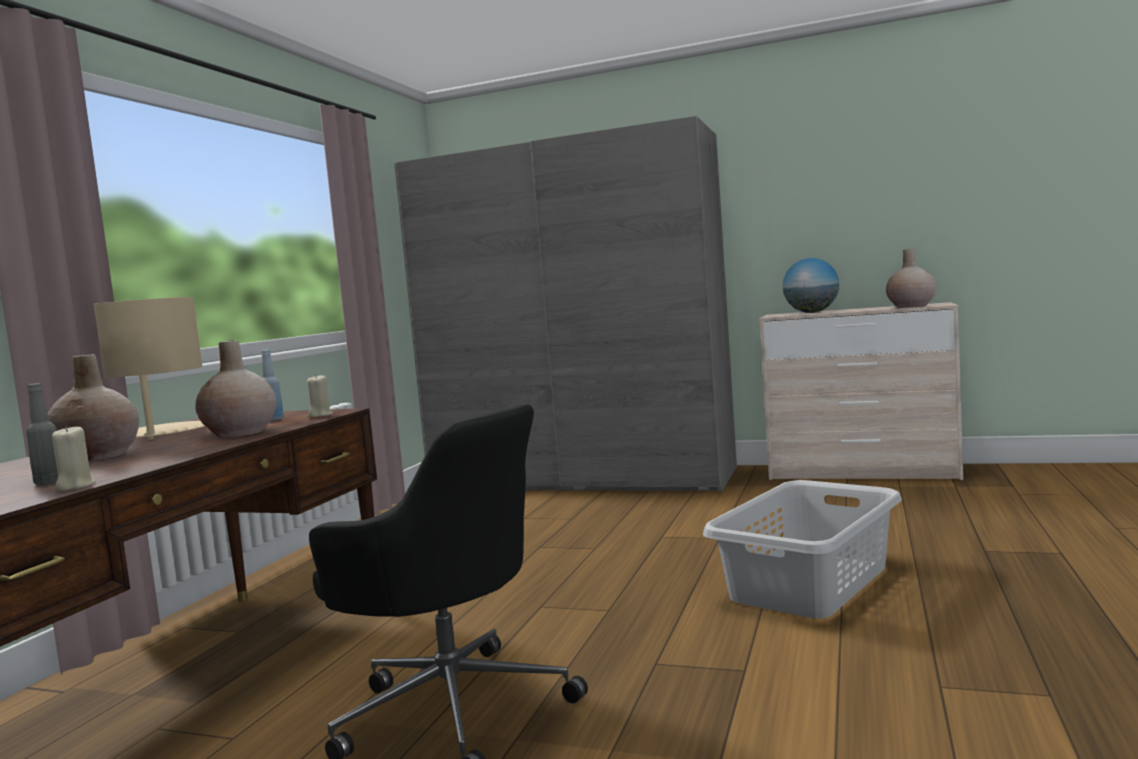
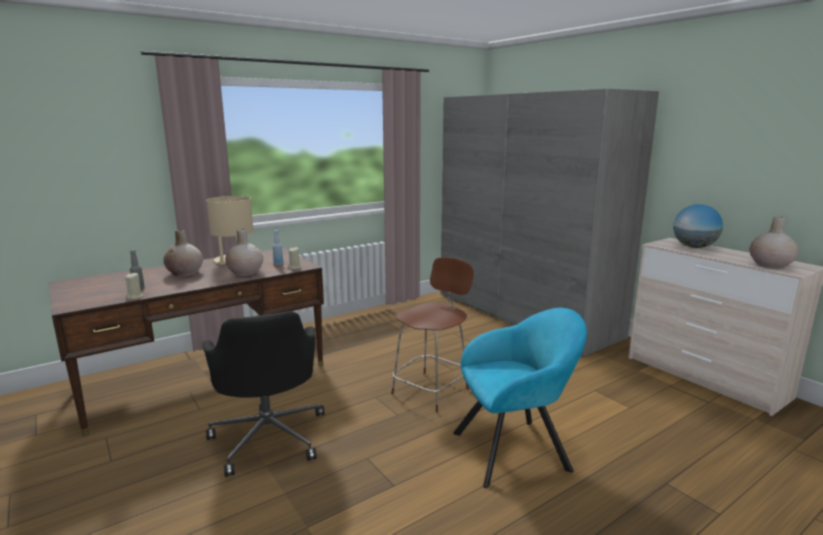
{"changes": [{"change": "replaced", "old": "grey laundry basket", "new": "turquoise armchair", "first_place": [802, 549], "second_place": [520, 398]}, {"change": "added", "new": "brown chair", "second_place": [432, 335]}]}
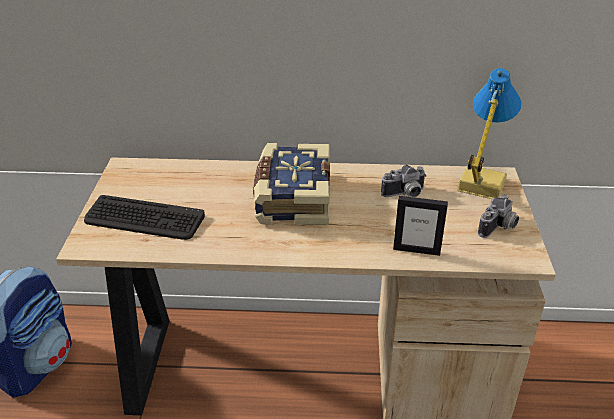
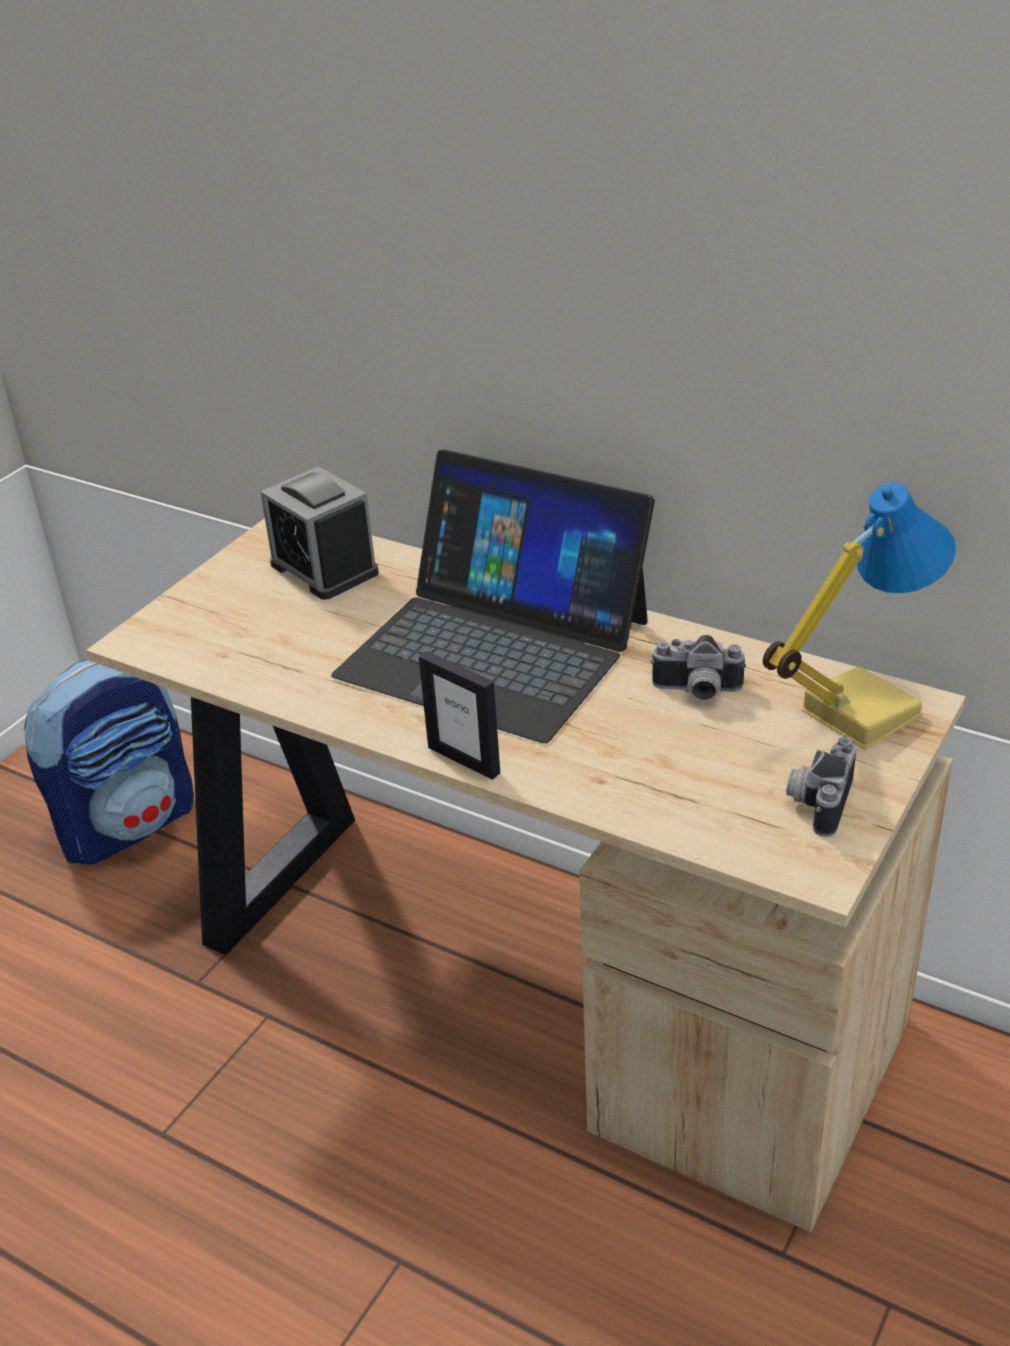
{"changes": [{"change": "removed", "old": "keyboard", "first_place": [144, 217]}, {"change": "replaced", "old": "book", "new": "laptop", "first_place": [291, 184], "second_place": [493, 596]}, {"change": "moved", "old": "picture frame", "first_place": [420, 226], "second_place": [459, 715]}, {"change": "turned", "old": "photo camera", "first_place": [498, 216], "second_place": [821, 787], "degrees": 135}, {"change": "added", "new": "alarm clock", "second_place": [319, 533]}]}
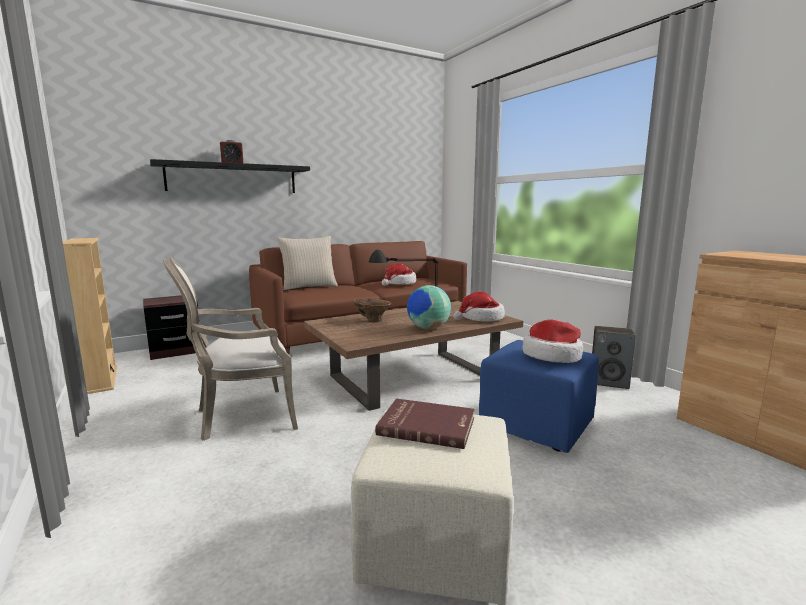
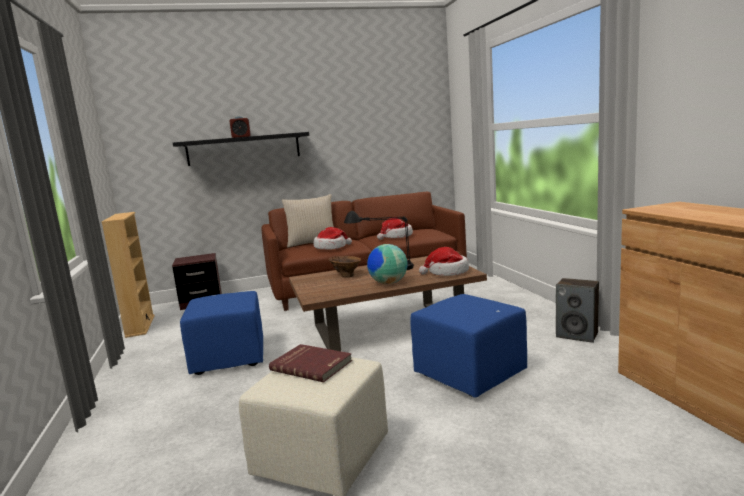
{"changes": [{"change": "replaced", "old": "armchair", "new": "blue ottoman", "first_place": [230, 349], "second_place": [221, 333]}, {"change": "moved", "old": "hat", "first_place": [552, 341], "second_place": [332, 238]}]}
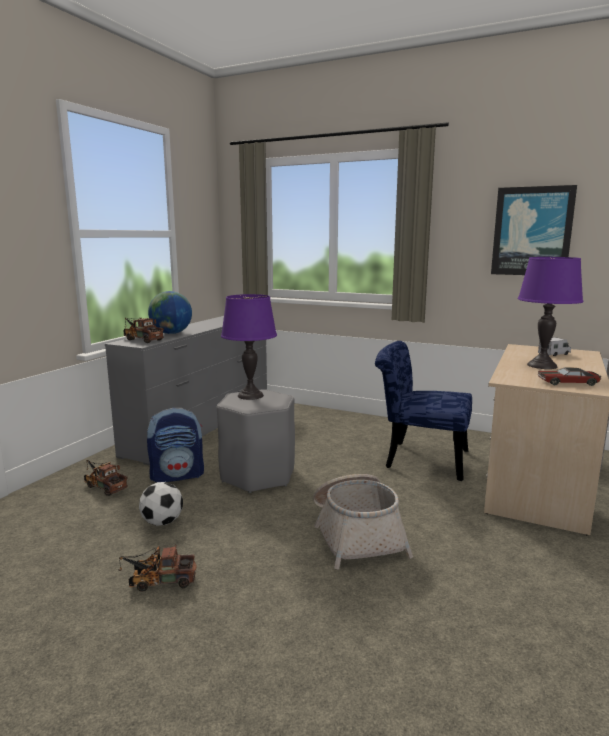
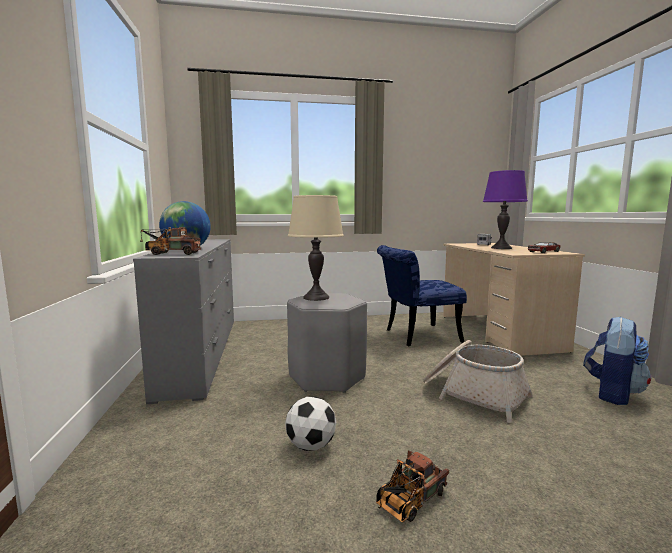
{"changes": [{"change": "removed", "old": "toy truck", "first_place": [106, 478]}, {"change": "moved", "old": "backpack", "first_place": [175, 445], "second_place": [617, 360]}, {"change": "recoloured", "old": "purple table lamp", "new": "beige table lamp", "first_place": [249, 347], "second_place": [316, 248]}, {"change": "removed", "old": "picture", "first_place": [534, 230]}]}
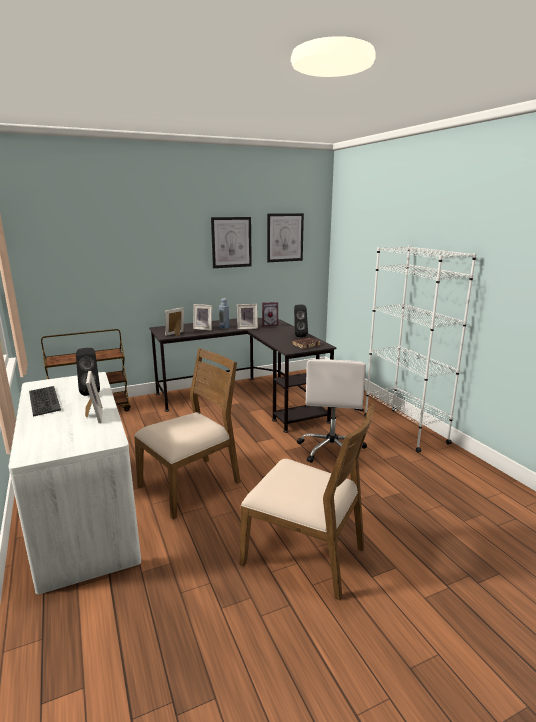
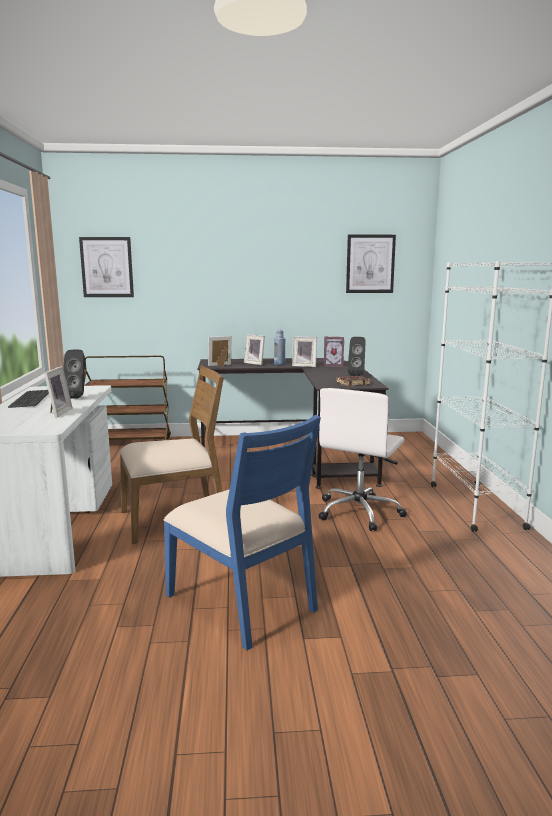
{"changes": [{"change": "moved", "old": "picture", "first_place": [231, 242], "second_place": [106, 267]}, {"change": "recoloured", "old": "brown chair", "new": "blue chair", "first_place": [308, 501], "second_place": [242, 532]}]}
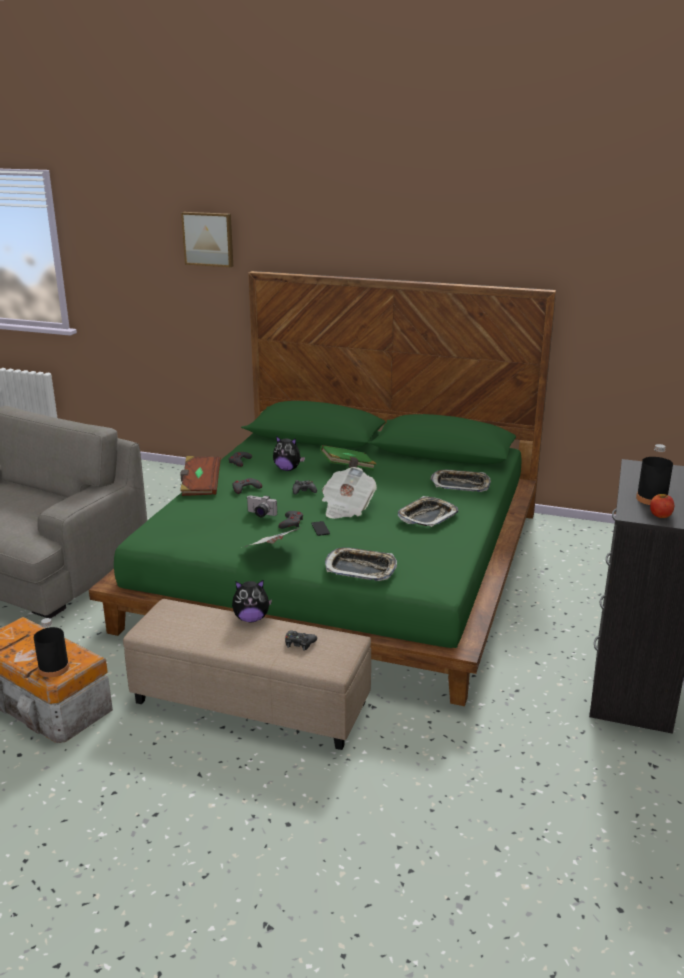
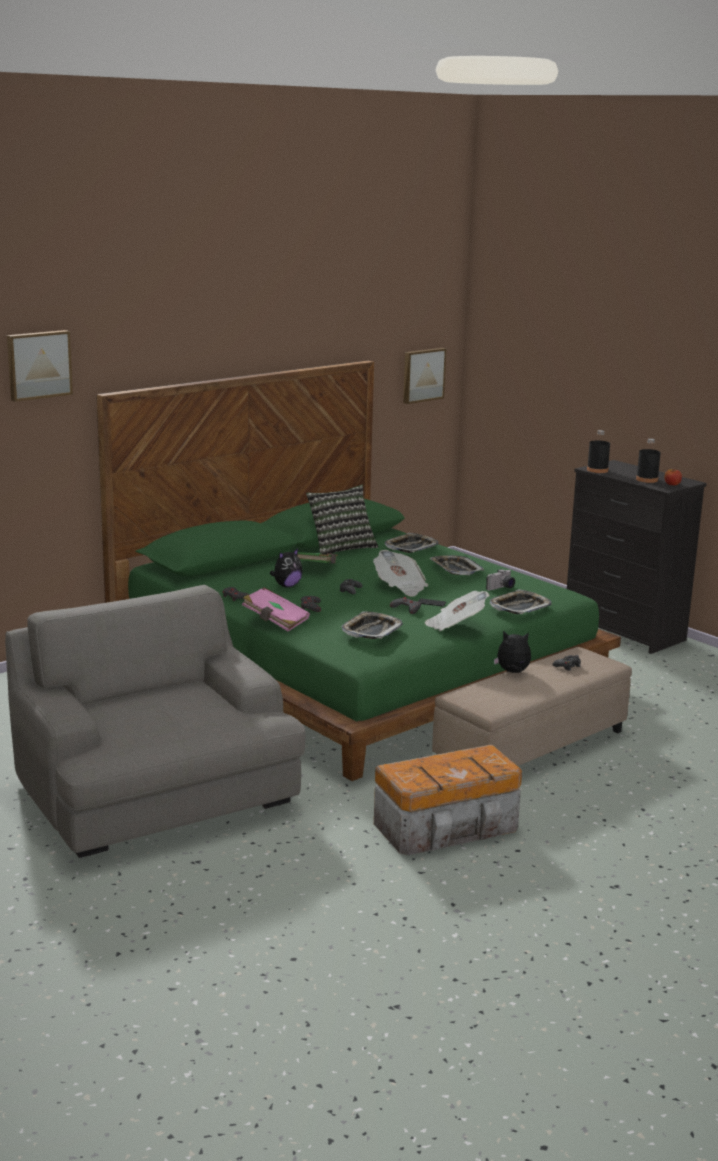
{"changes": [{"change": "moved", "old": "black bottle", "first_place": [51, 647], "second_place": [598, 451]}, {"change": "recoloured", "old": "brown book", "new": "pink book", "first_place": [200, 476], "second_place": [276, 609]}, {"change": "turned", "old": "plush toy", "first_place": [252, 601], "second_place": [512, 651], "degrees": -105}, {"change": "moved", "old": "photo camera", "first_place": [262, 506], "second_place": [500, 579]}, {"change": "added", "new": "pillow", "second_place": [342, 519]}, {"change": "added", "new": "tray", "second_place": [372, 625]}, {"change": "added", "new": "picture", "second_place": [424, 376]}]}
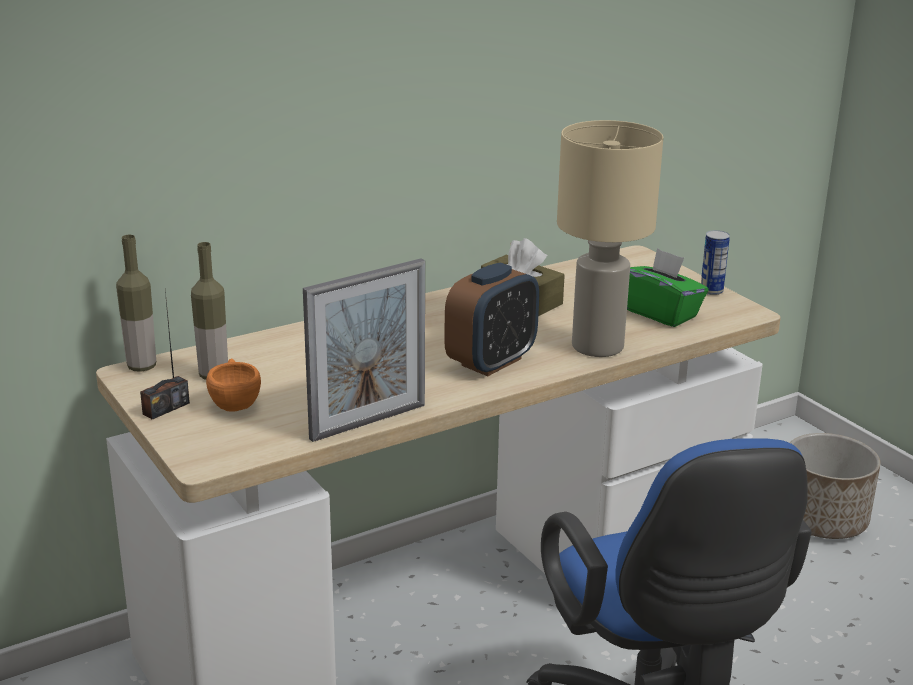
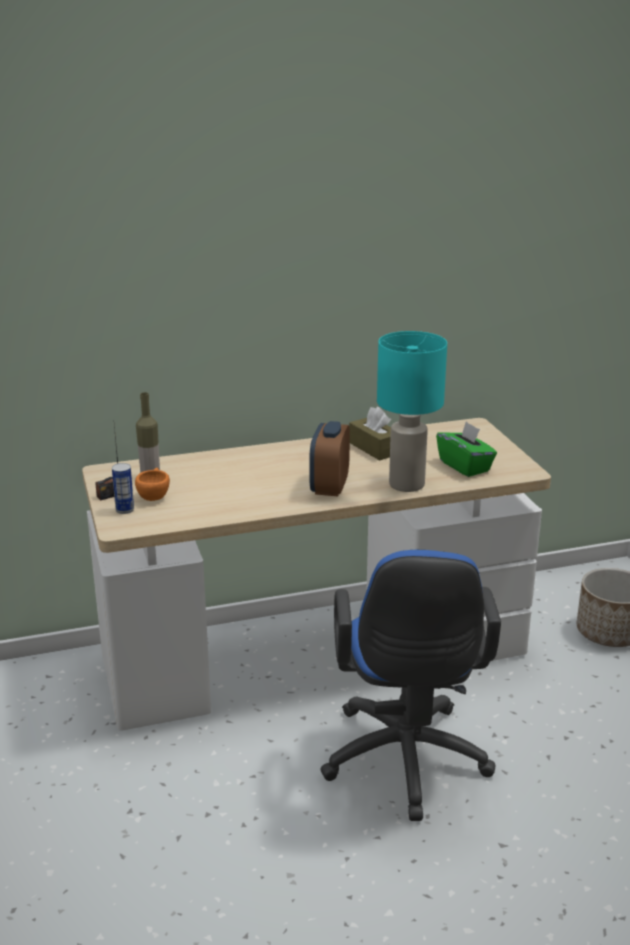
{"changes": [{"change": "removed", "old": "bottle", "first_place": [136, 303]}, {"change": "removed", "old": "picture frame", "first_place": [364, 350]}, {"change": "turned", "old": "alarm clock", "first_place": [491, 319], "second_place": [329, 458], "degrees": 135}, {"change": "recoloured", "old": "beige table lamp", "new": "turquoise table lamp", "first_place": [610, 238], "second_place": [412, 411]}, {"change": "moved", "old": "can", "first_place": [715, 262], "second_place": [123, 488]}]}
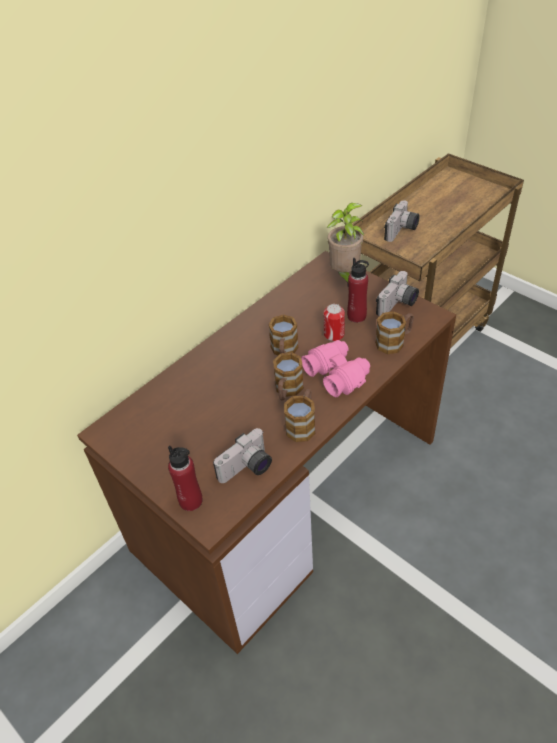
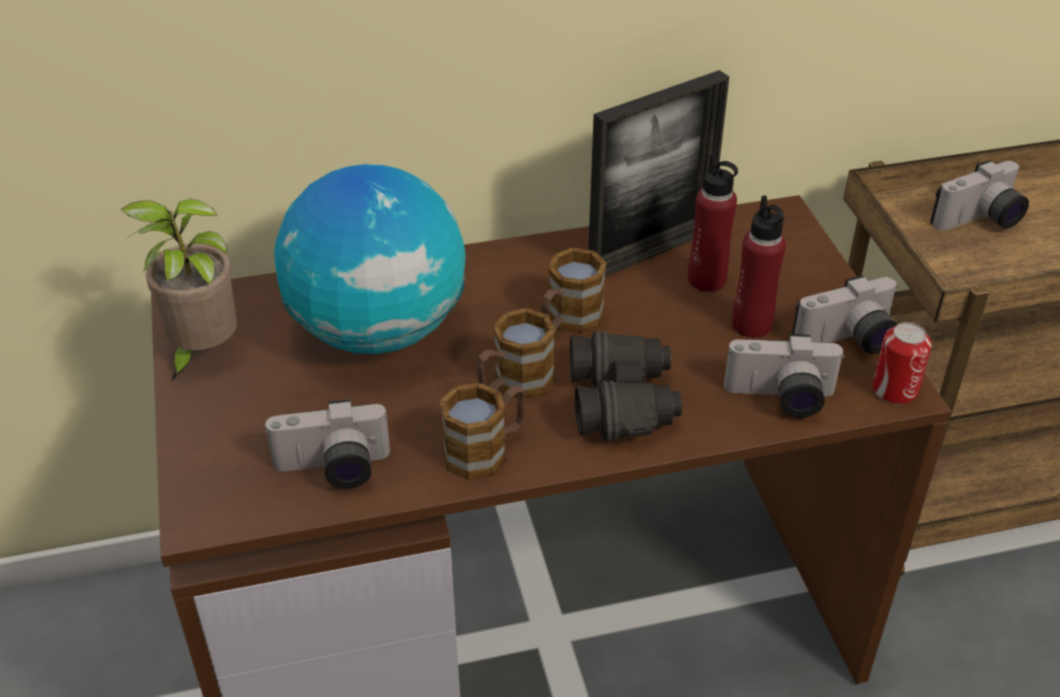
{"changes": [{"change": "moved", "old": "red bottle", "first_place": [185, 478], "second_place": [713, 223]}, {"change": "recoloured", "old": "pink binoculars", "new": "black binoculars", "first_place": [335, 368], "second_place": [626, 386]}, {"change": "moved", "old": "can", "first_place": [334, 322], "second_place": [902, 363]}, {"change": "moved", "old": "potted plant", "first_place": [345, 242], "second_place": [179, 290]}, {"change": "replaced", "old": "mug", "new": "photo camera", "first_place": [394, 332], "second_place": [784, 376]}, {"change": "added", "new": "globe", "second_place": [370, 259]}, {"change": "added", "new": "picture frame", "second_place": [658, 173]}]}
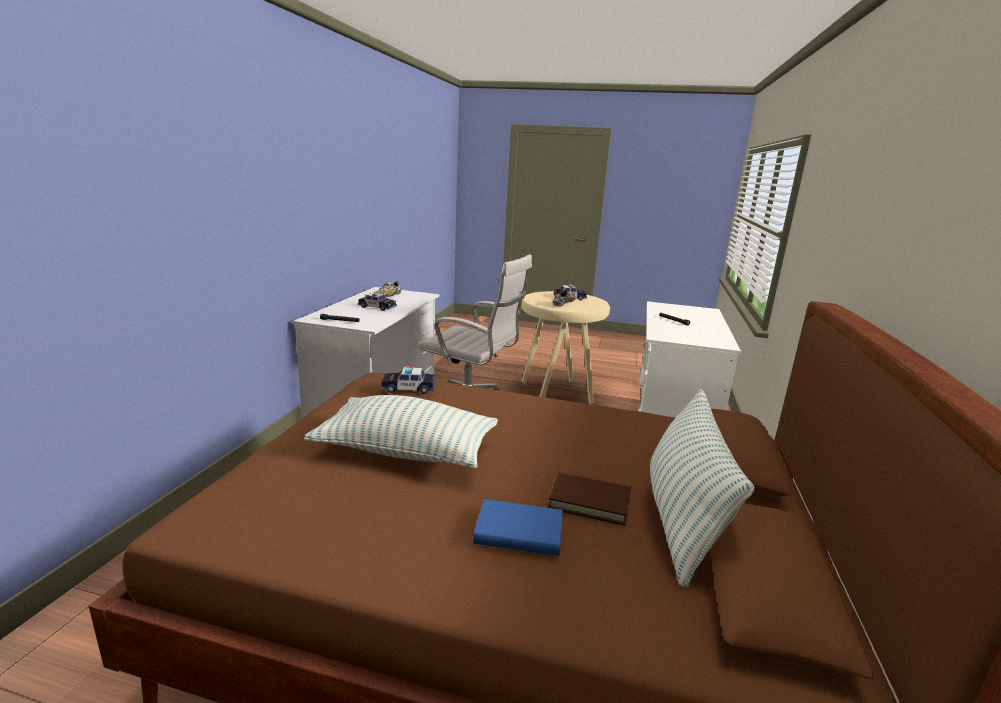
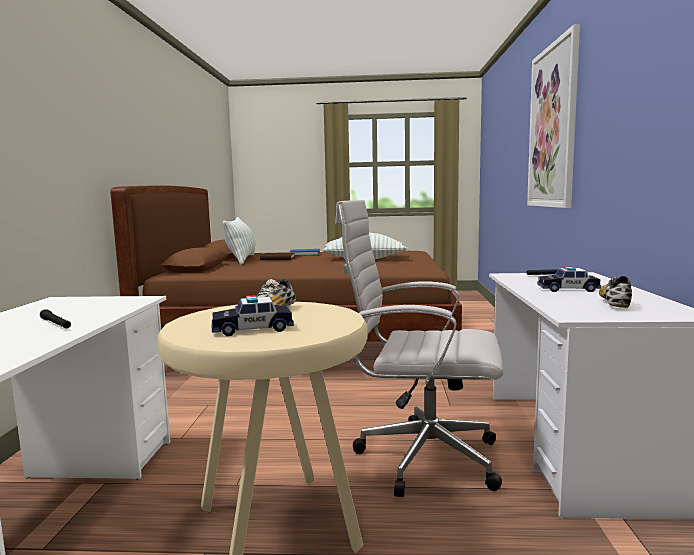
{"changes": [{"change": "removed", "old": "toy car", "first_place": [408, 380]}, {"change": "added", "new": "picture", "second_place": [553, 116]}]}
